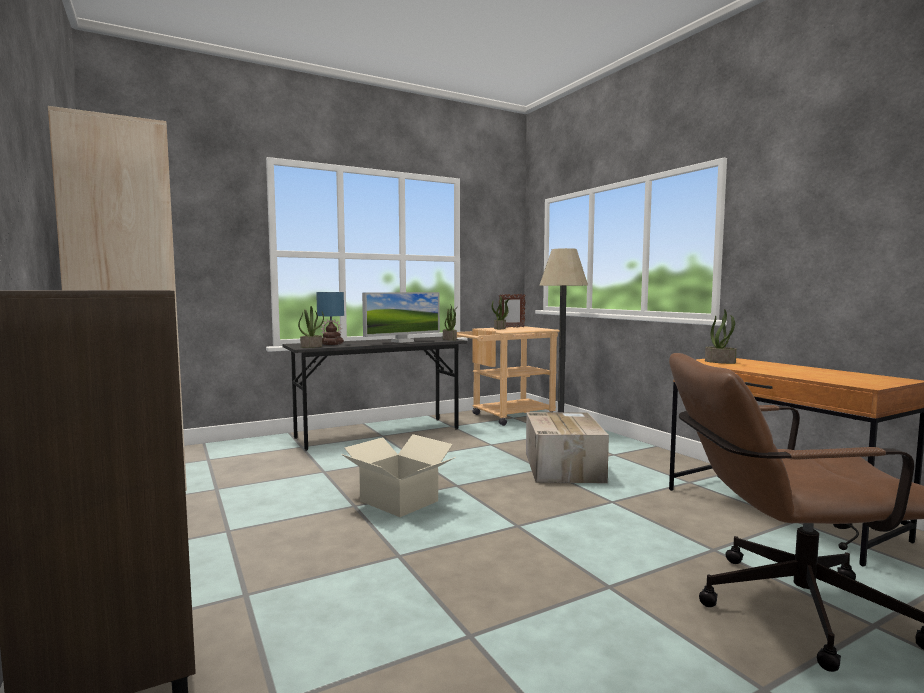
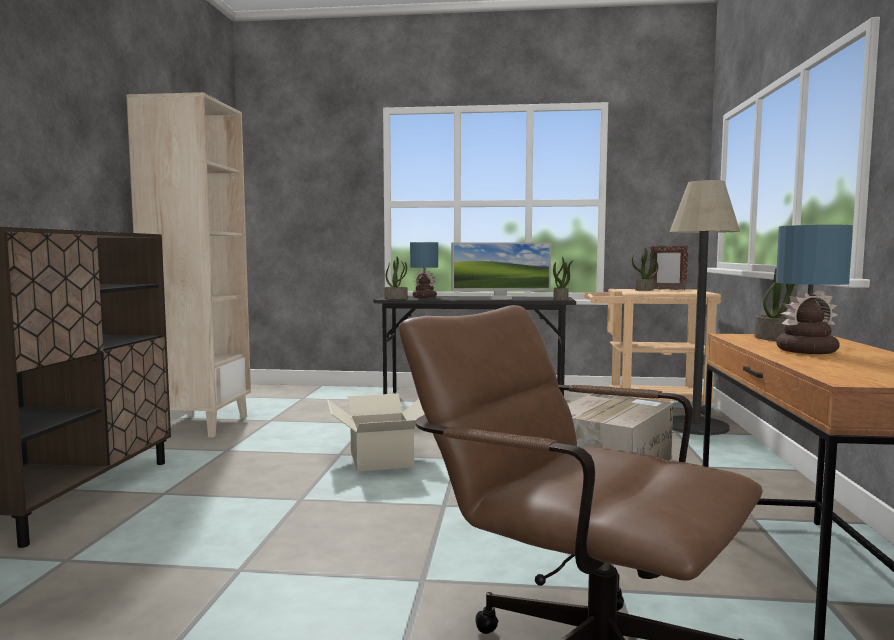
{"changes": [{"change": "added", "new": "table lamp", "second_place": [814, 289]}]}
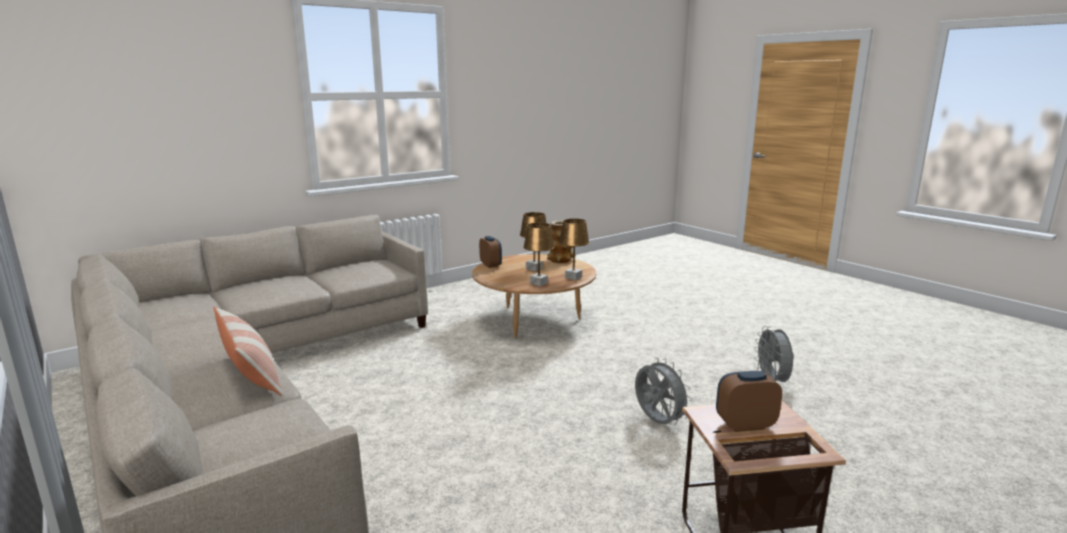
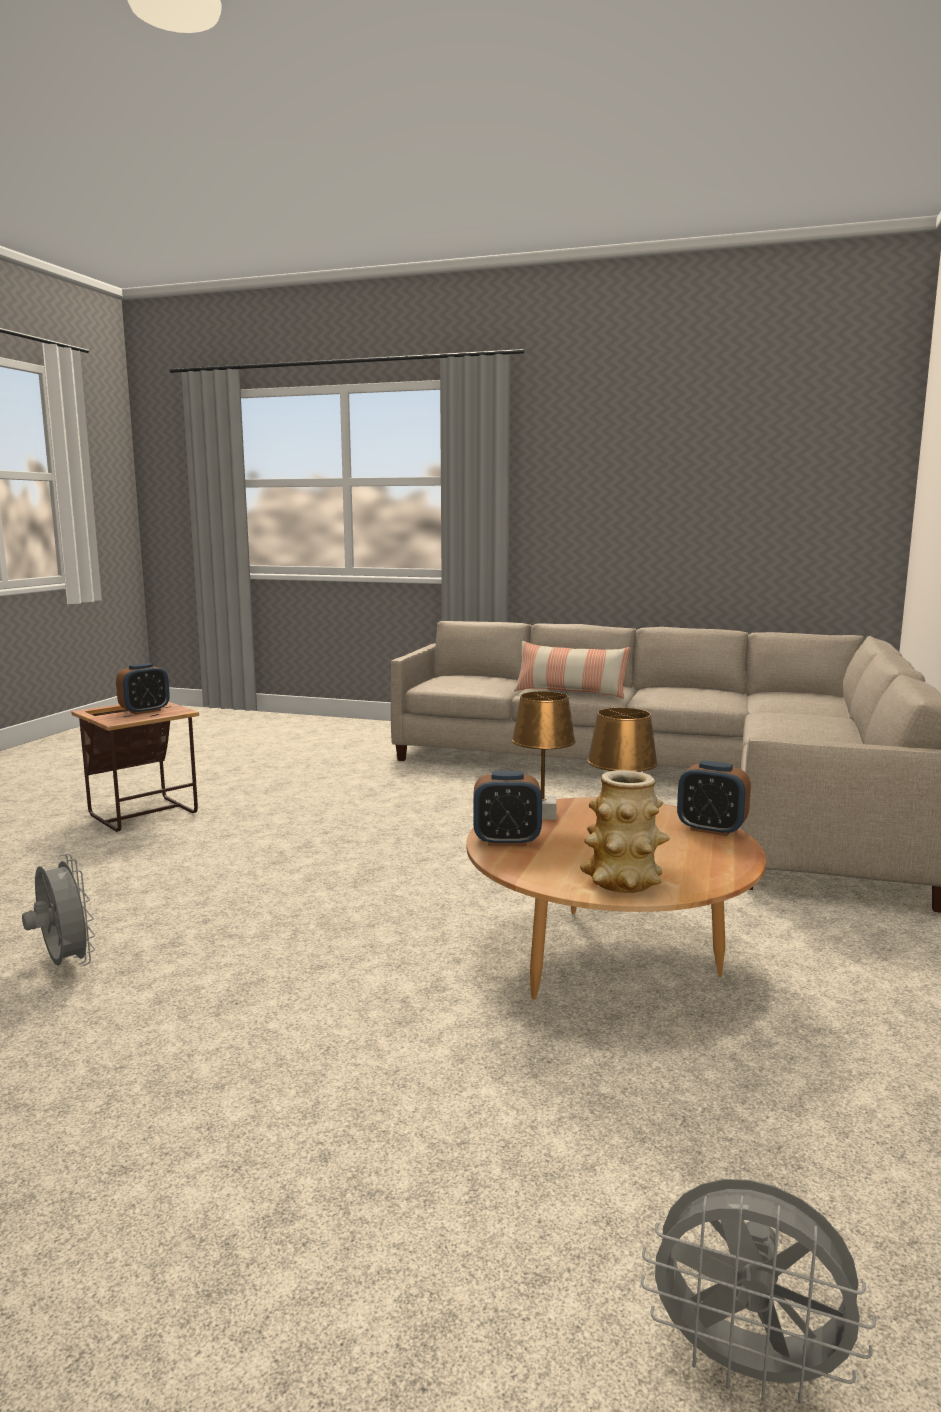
{"changes": [{"change": "replaced", "old": "brown table lamp", "new": "alarm clock", "first_place": [574, 249], "second_place": [507, 808]}, {"change": "moved", "old": "grey fan", "first_place": [663, 391], "second_place": [758, 1291]}]}
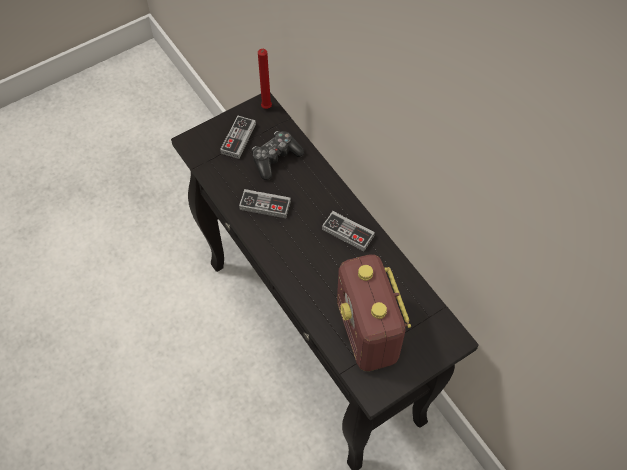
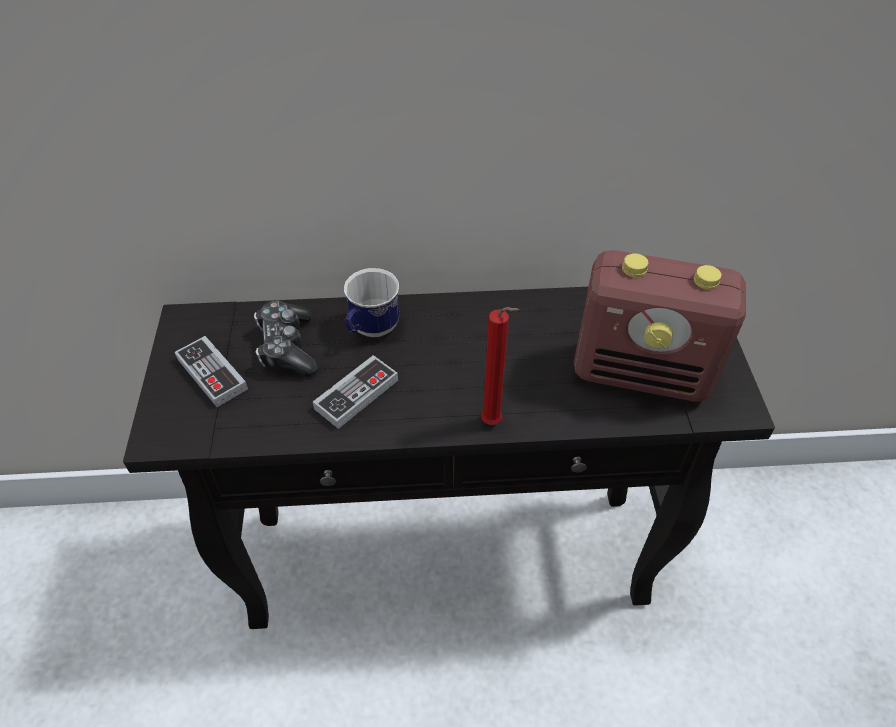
{"changes": [{"change": "moved", "old": "red candle", "first_place": [265, 79], "second_place": [500, 366]}, {"change": "removed", "old": "game controller", "first_place": [348, 231]}, {"change": "added", "new": "mug", "second_place": [371, 302]}]}
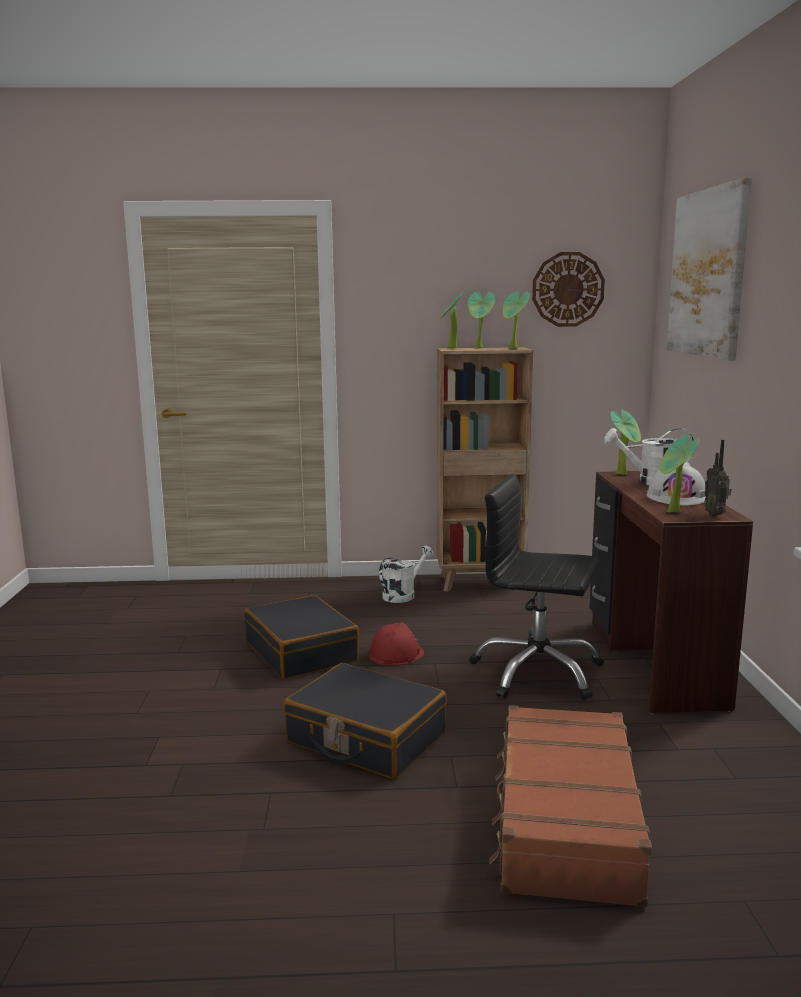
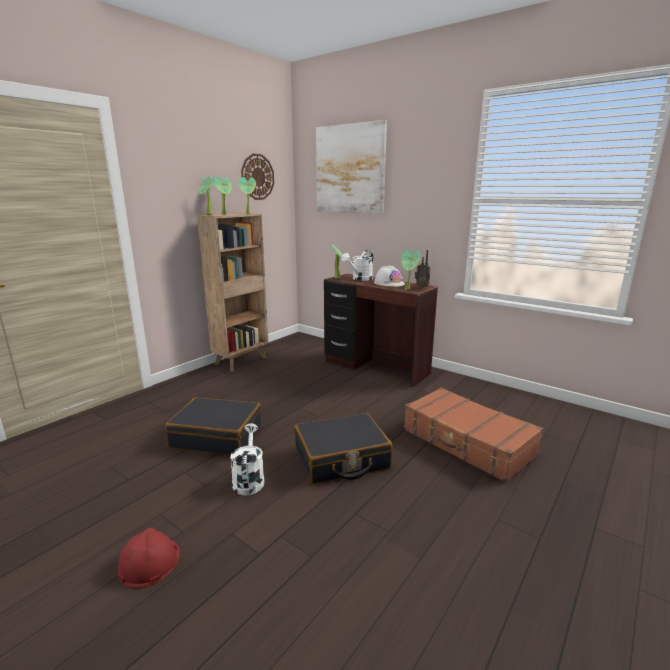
{"changes": [{"change": "moved", "old": "red hard hat", "first_place": [396, 644], "second_place": [149, 558]}, {"change": "moved", "old": "white watering can", "first_place": [406, 574], "second_place": [247, 460]}, {"change": "removed", "old": "black office chair", "first_place": [536, 587]}]}
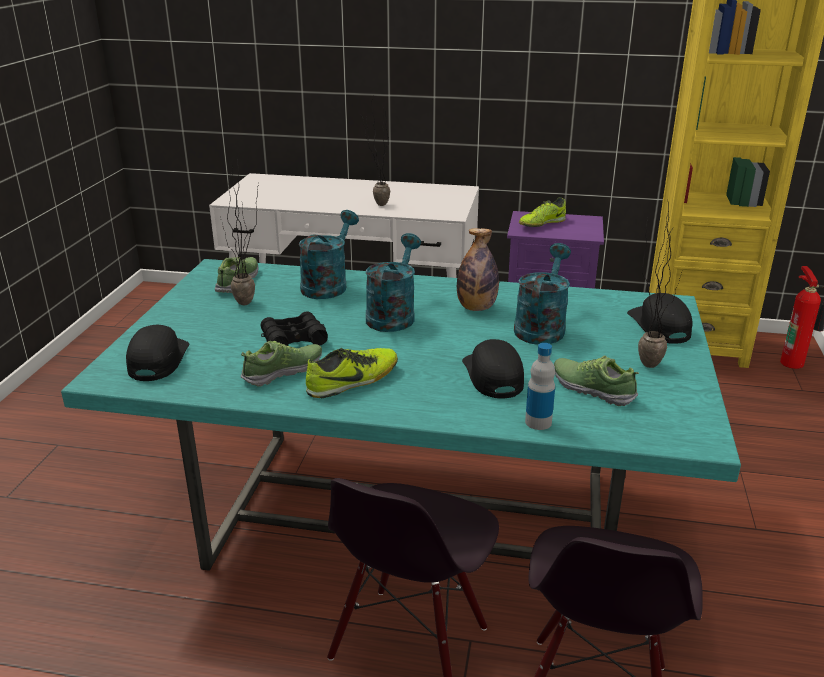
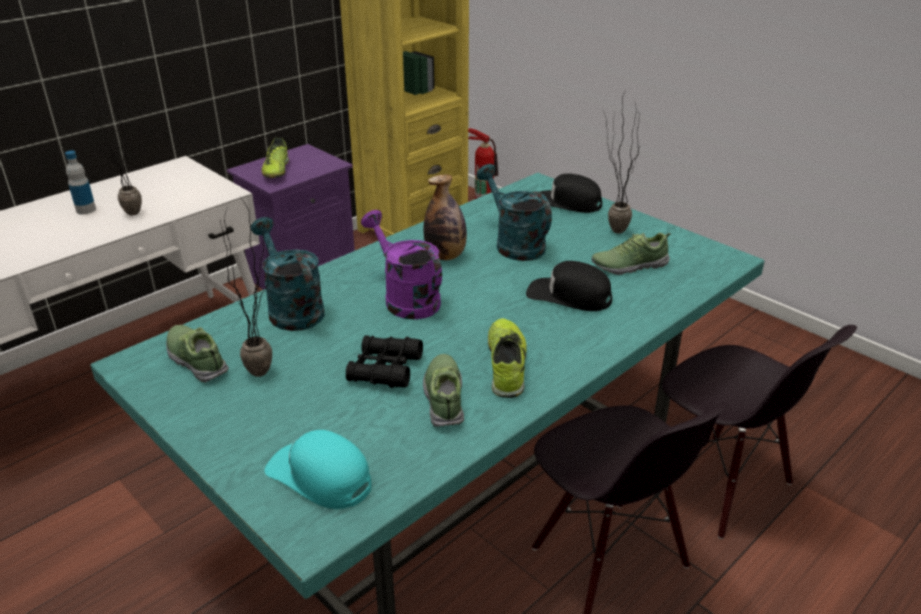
{"changes": [{"change": "recoloured", "old": "black cap", "new": "turquoise cap", "first_place": [157, 353], "second_place": [317, 469]}, {"change": "recoloured", "old": "turquoise watering can", "new": "purple watering can", "first_place": [393, 282], "second_place": [401, 265]}, {"change": "moved", "old": "bottle", "first_place": [540, 386], "second_place": [80, 182]}]}
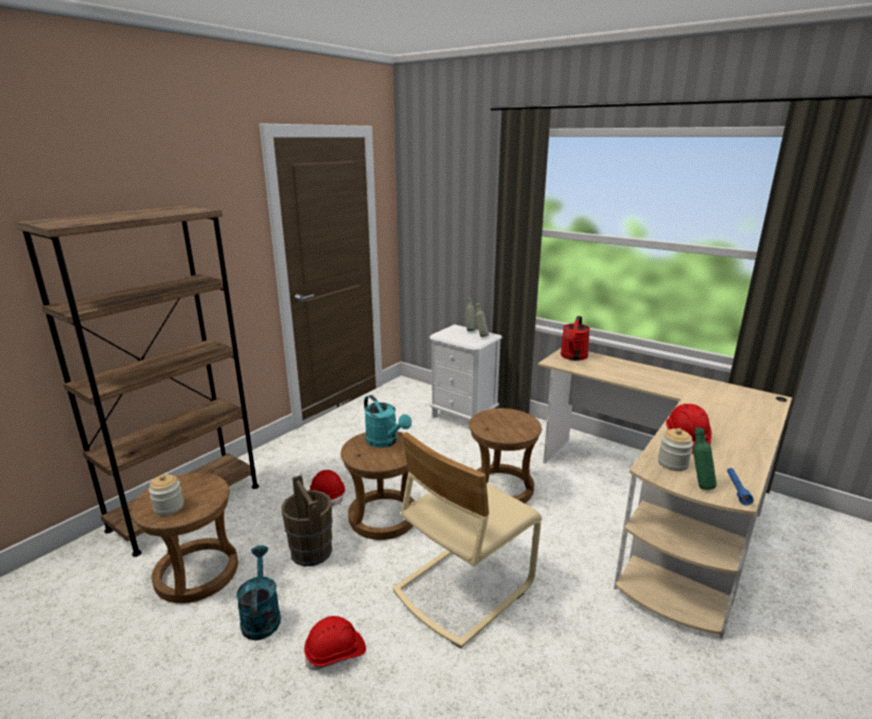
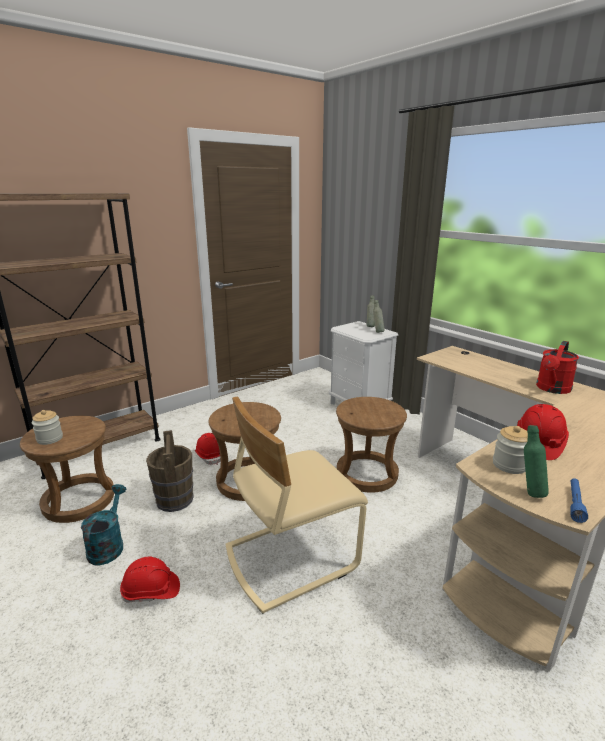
{"changes": [{"change": "removed", "old": "turquoise watering can", "first_place": [388, 421]}, {"change": "moved", "old": "red watering can", "first_place": [575, 338], "second_place": [557, 367]}]}
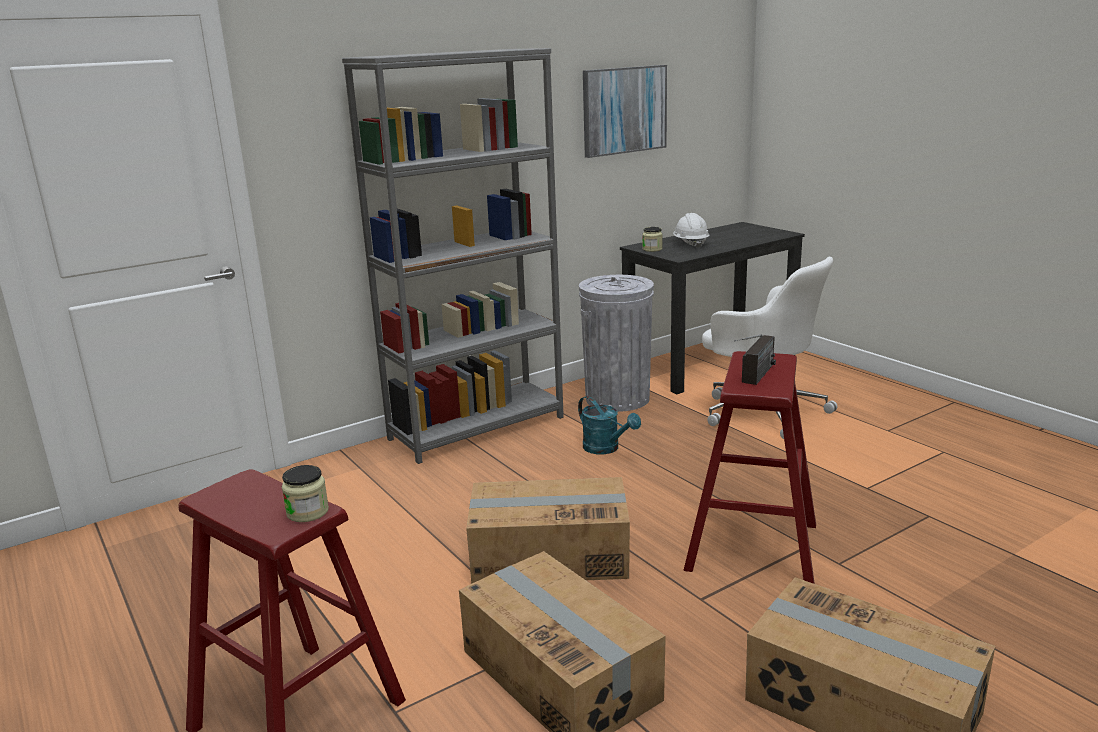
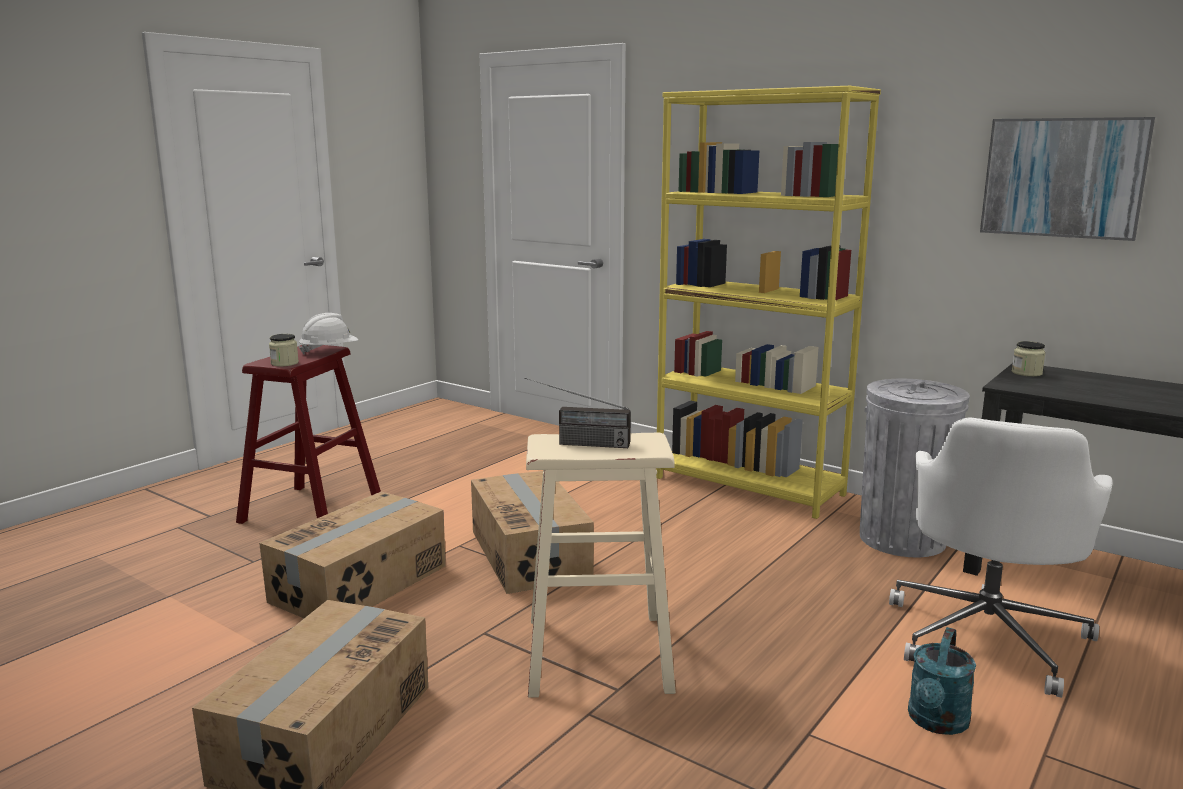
{"changes": [{"change": "recoloured", "old": "grey bookcase", "new": "yellow bookcase", "first_place": [453, 256], "second_place": [768, 302]}, {"change": "moved", "old": "turquoise watering can", "first_place": [609, 425], "second_place": [942, 681]}, {"change": "moved", "old": "white hard hat", "first_place": [691, 230], "second_place": [328, 334]}, {"change": "recoloured", "old": "red stool", "new": "beige stool", "first_place": [750, 467], "second_place": [601, 565]}]}
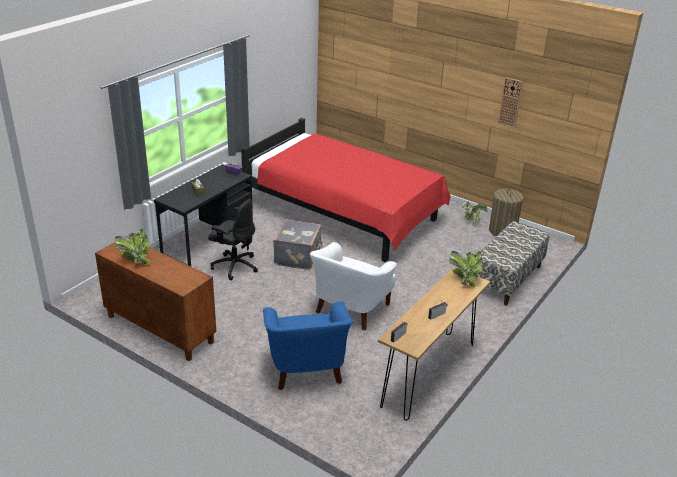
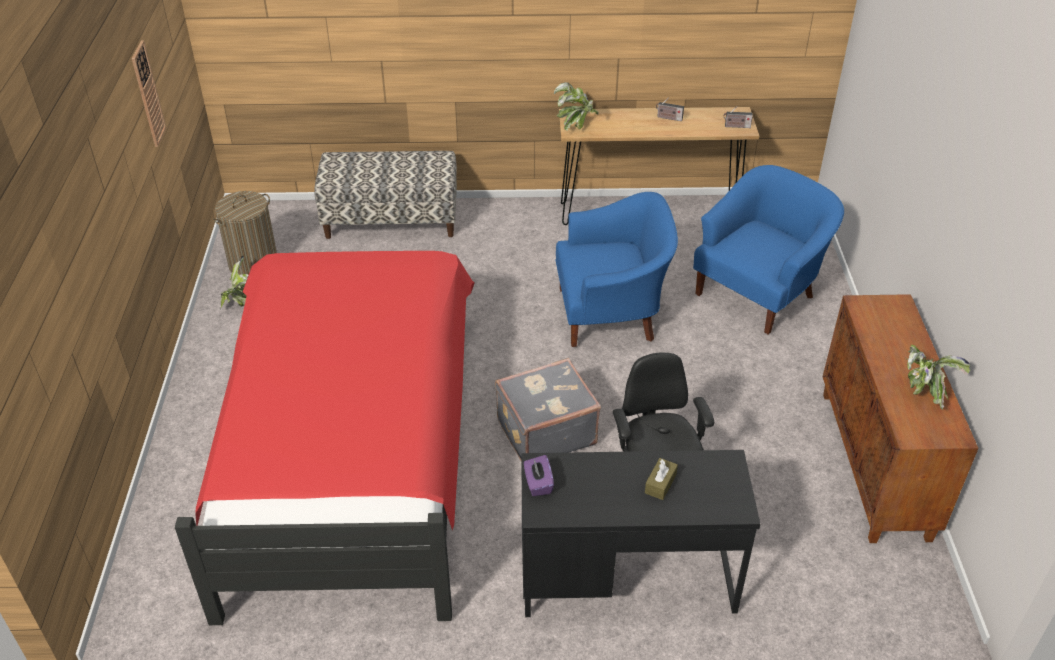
{"changes": [{"change": "recoloured", "old": "white armchair", "new": "blue armchair", "first_place": [353, 286], "second_place": [616, 269]}]}
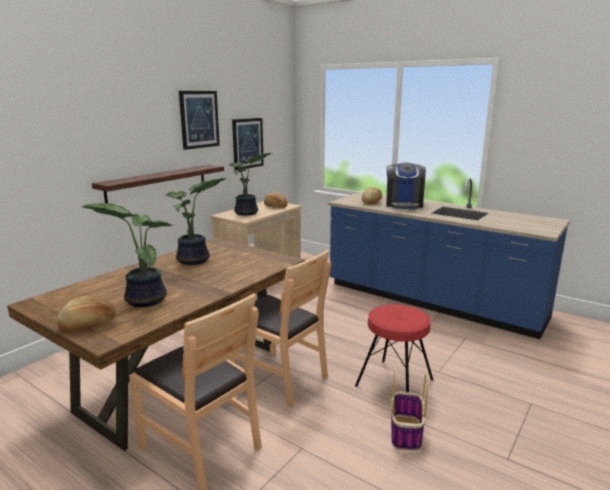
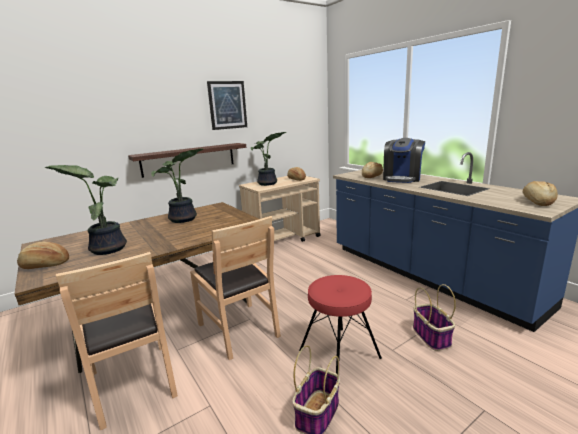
{"changes": [{"change": "removed", "old": "picture", "first_place": [248, 144]}, {"change": "added", "new": "basket", "second_place": [434, 317]}, {"change": "added", "new": "bread", "second_place": [540, 193]}]}
